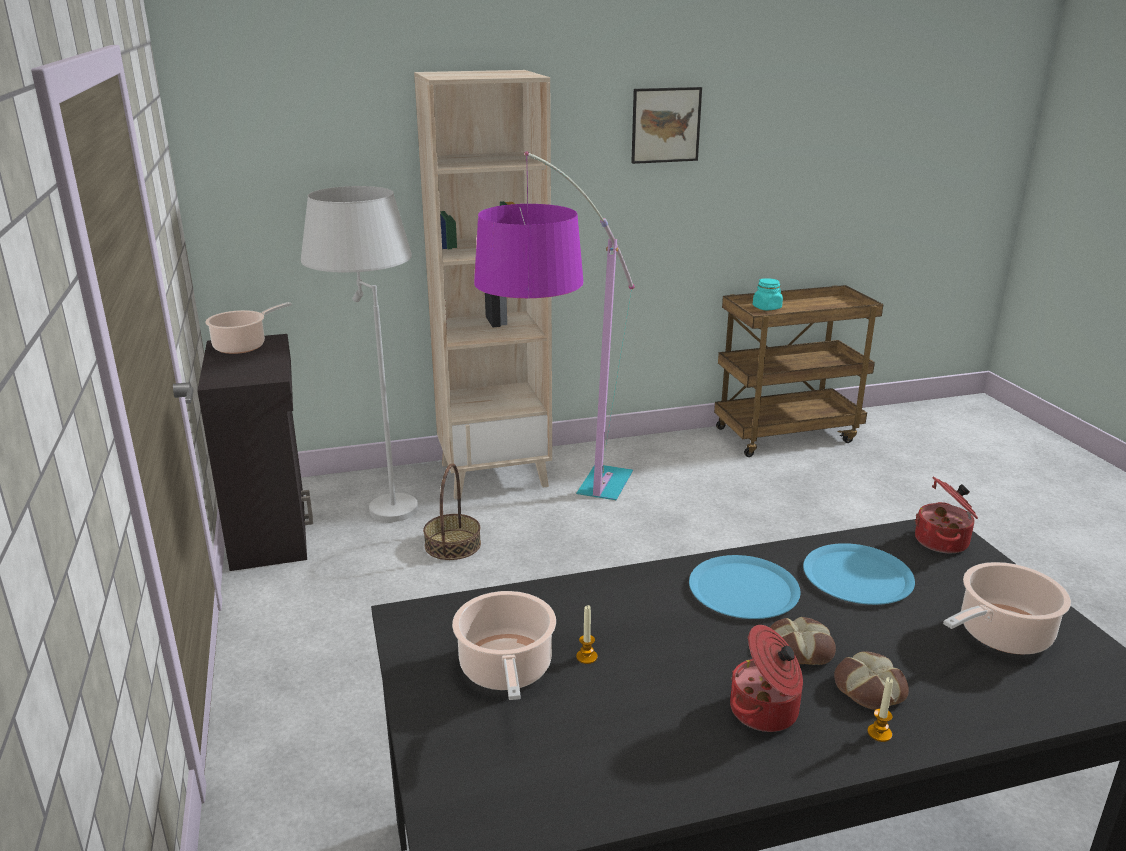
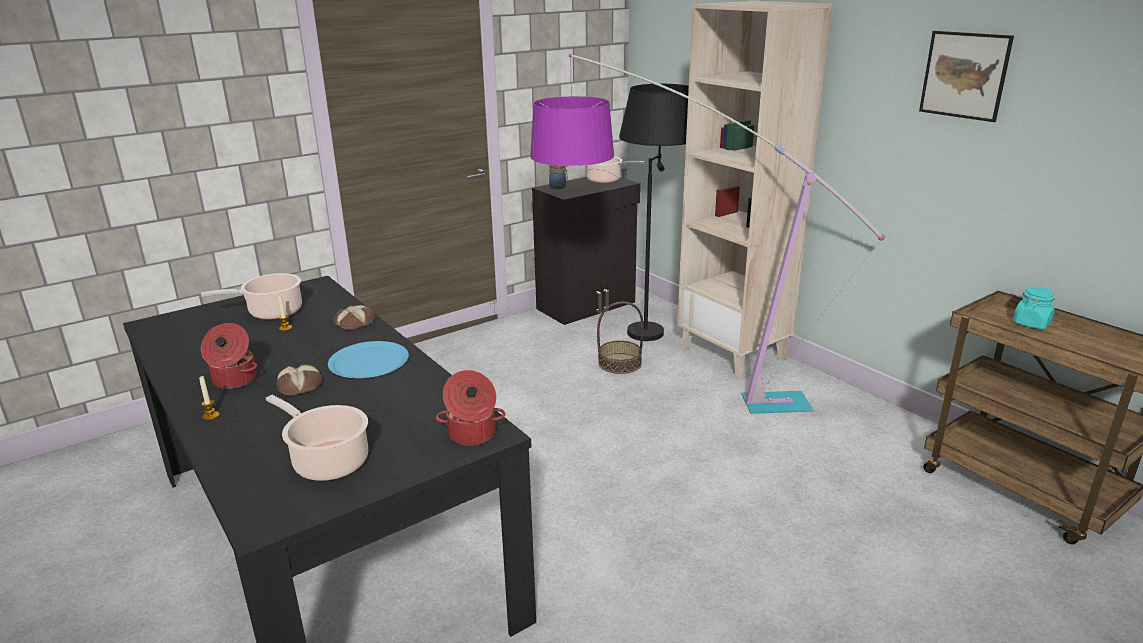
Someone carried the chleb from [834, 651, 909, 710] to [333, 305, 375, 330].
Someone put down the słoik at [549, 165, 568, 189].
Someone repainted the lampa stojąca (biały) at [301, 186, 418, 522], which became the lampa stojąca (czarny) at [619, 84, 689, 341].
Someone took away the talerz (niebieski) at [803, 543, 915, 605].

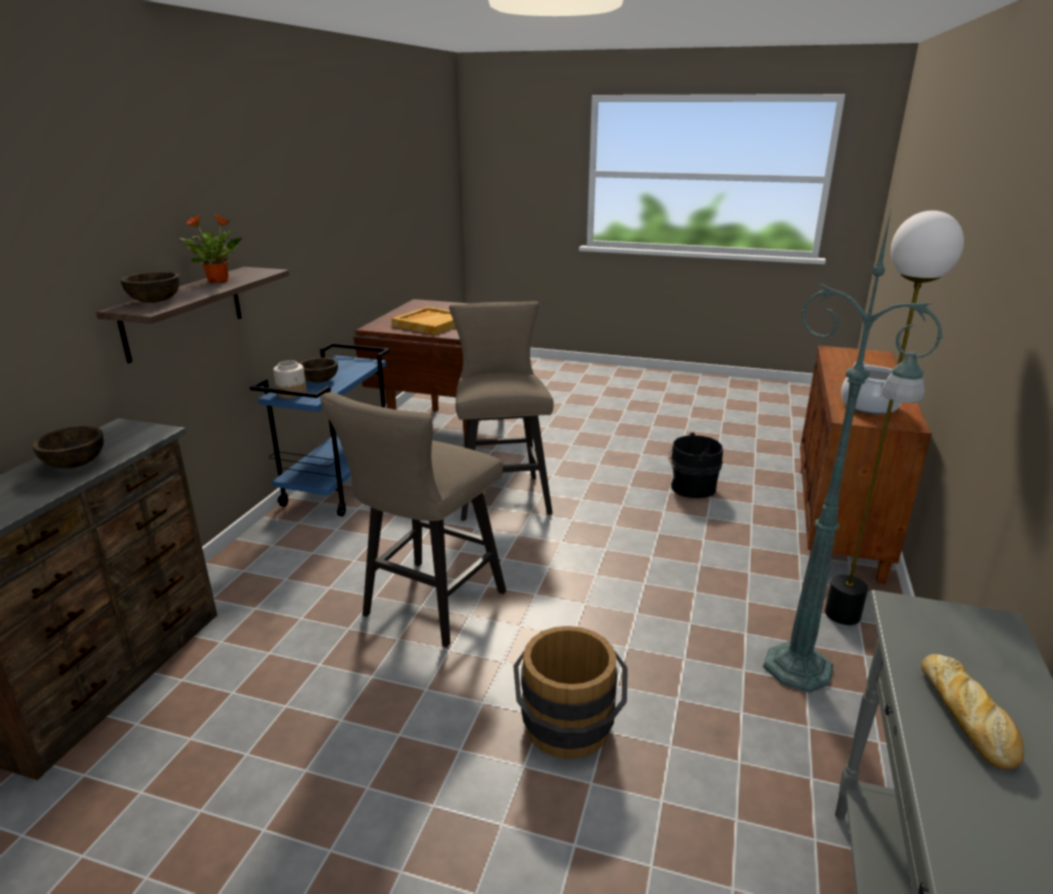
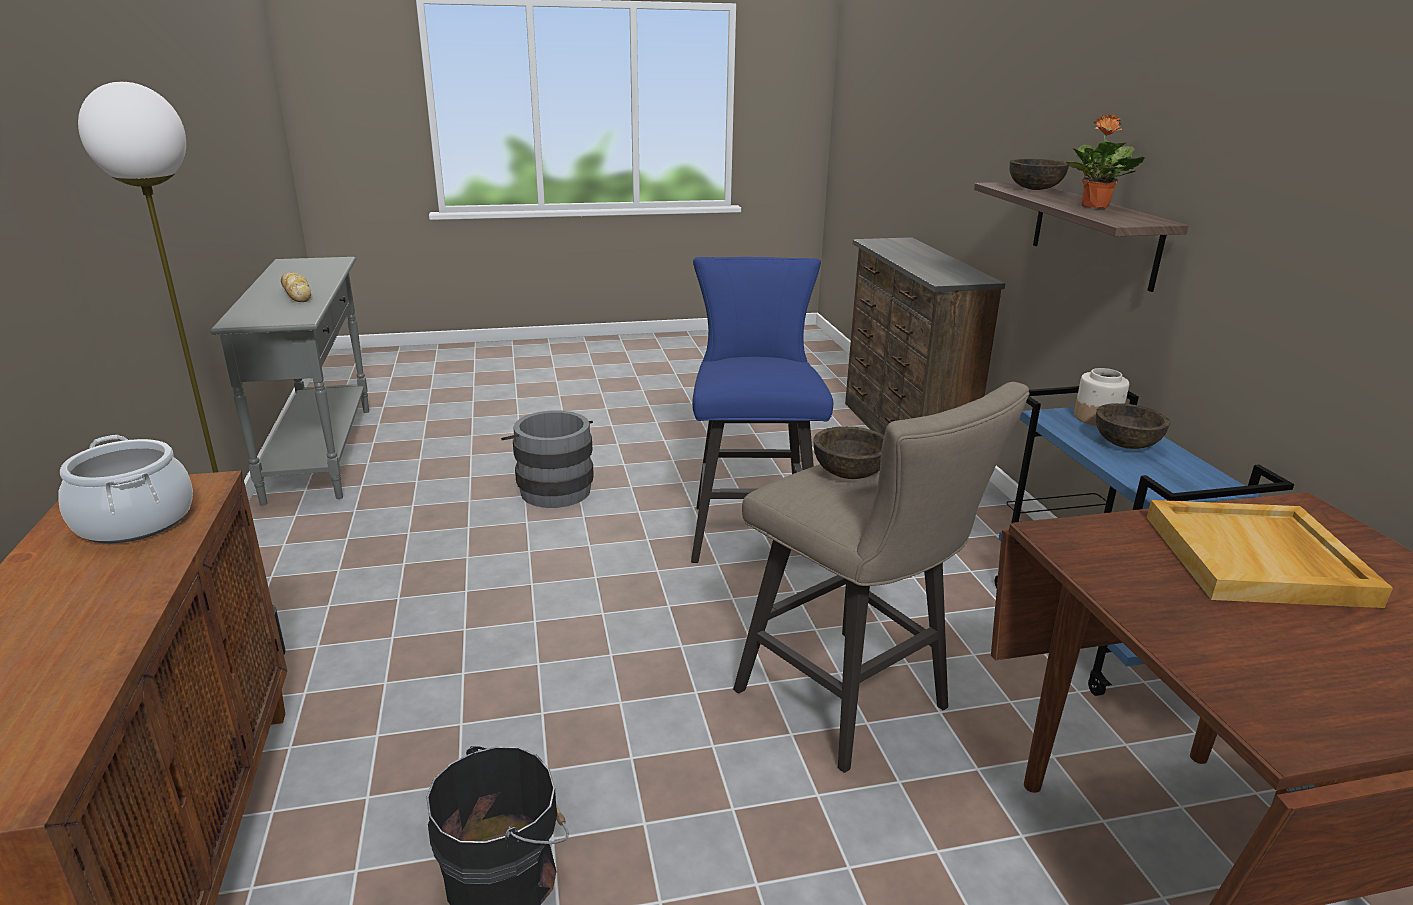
Someone repainted the wiadro (brązowy) at [513, 626, 628, 759], which became the wiadro (szary) at [501, 411, 594, 508].
Someone repainted the stołek (beżowy) at [320, 392, 506, 647], which became the stołek (niebieski) at [691, 257, 833, 563].
Someone carried the miska (brązowy) from [32, 426, 104, 468] to [814, 426, 884, 479].
Someone took away the lampa stojąca (zielony) at [763, 211, 943, 693].

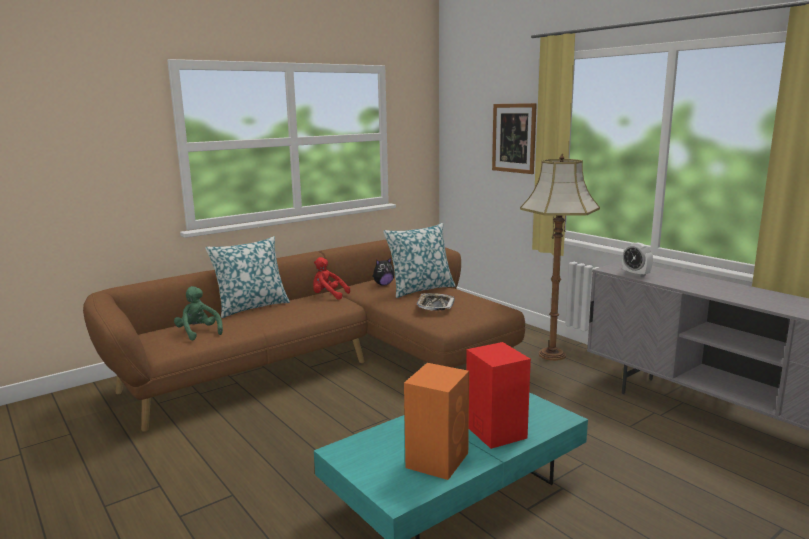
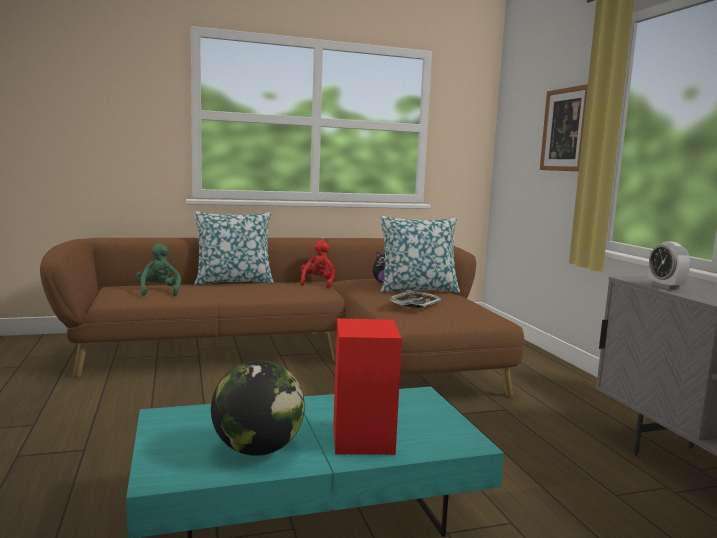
Someone swapped the głośnik (pomarańczowy) at [404, 363, 469, 480] for the globus at [211, 361, 305, 456].
Someone rotated the pluszak (czerwony) at [313, 257, 350, 300] by 60 degrees clockwise.
Someone took away the lampa stojąca at [520, 154, 600, 361].

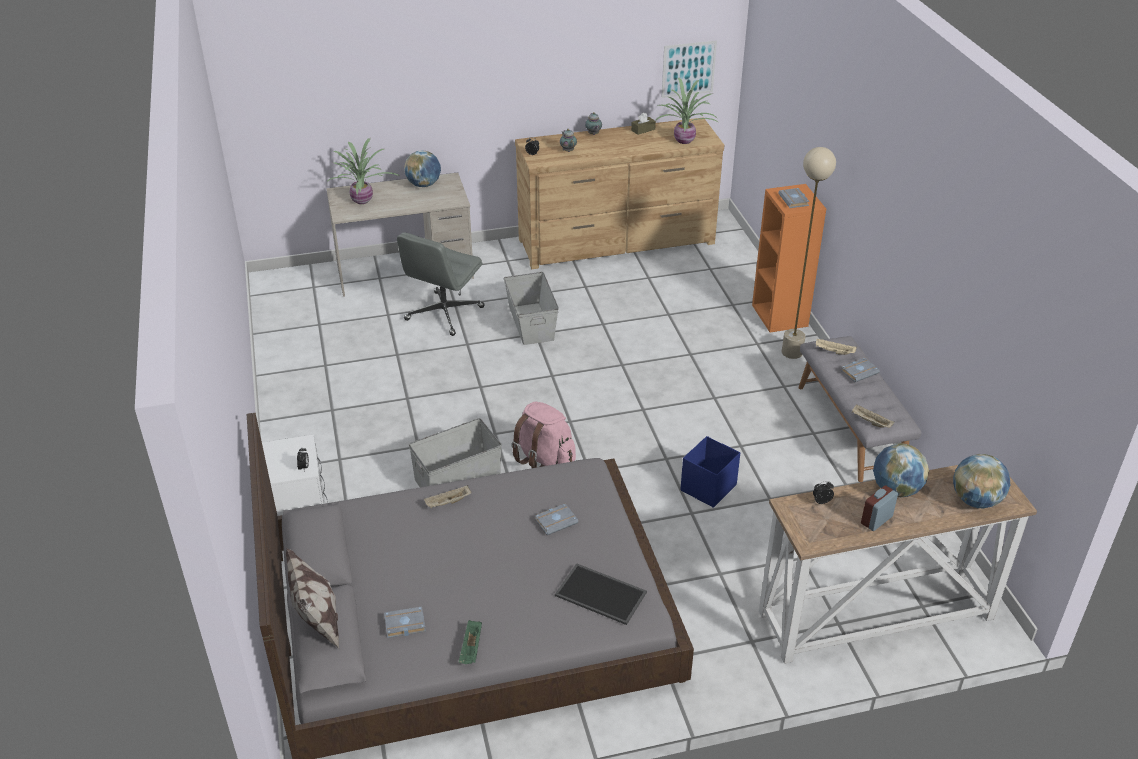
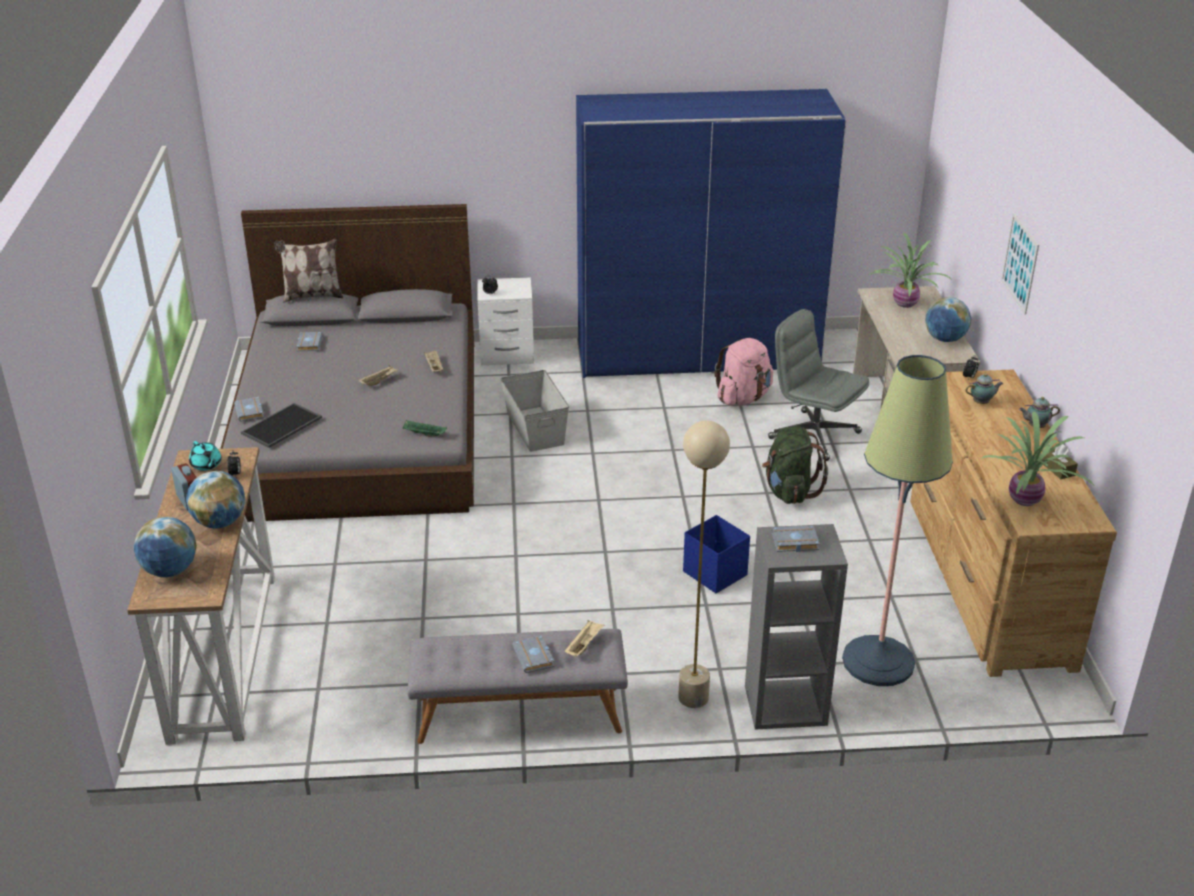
Someone put down the imbryk (turkusowy) at [189, 441, 221, 471].
Someone carried the książka (szary) from [535, 504, 578, 535] to [234, 397, 264, 422].
Someone carried the taca (beżowy) from [852, 404, 895, 428] to [358, 365, 399, 386].
Someone carried the taca (zielony) from [459, 620, 482, 664] to [402, 420, 447, 437].
Someone put down the szafa (niebieski) at [576, 89, 846, 378].
Someone carried the pojemnik do przechowywania (niebieski) from [681, 436, 740, 508] to [683, 515, 750, 593].
Someone carried the plecak (różowy) from [511, 401, 576, 468] to [714, 338, 773, 405].
Someone repainted the regał (pomarańczowy) at [752, 184, 826, 333], which became the regał (szary) at [745, 524, 848, 730].
Someone swapped the pojemnik do przechowywania (szary) at [504, 272, 559, 345] for the plecak (zielony) at [762, 426, 828, 504].
Someone put down the lampa stojąca at [842, 355, 953, 686].
Someone carried the obraz from [661, 41, 717, 98] to [1001, 213, 1039, 315].

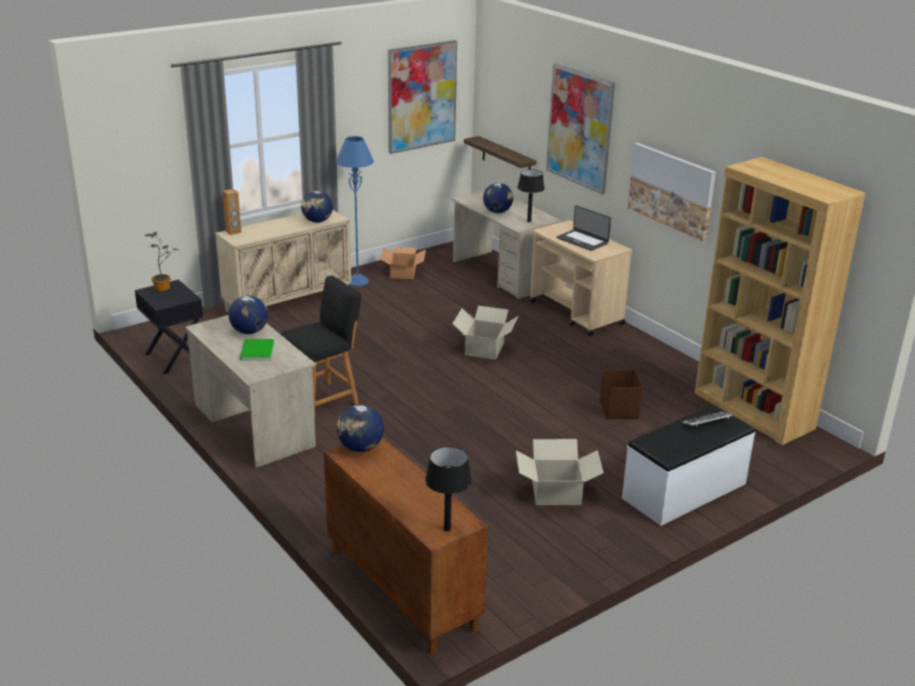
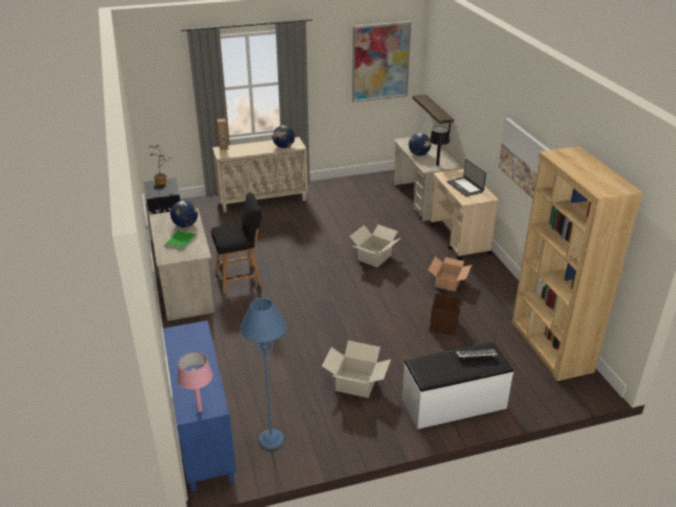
Someone repainted the szafka (brązowy) at [324, 437, 488, 654], which became the szafka (niebieski) at [163, 320, 236, 491].
Someone repainted the lampa stołowa (czarny) at [425, 446, 472, 531], which became the lampa stołowa (różowy) at [177, 352, 213, 412].
Someone carried the lampa stojąca (niebieski) from [336, 136, 374, 286] to [240, 298, 286, 450].
Someone carried the karton from [380, 247, 426, 279] to [428, 257, 472, 291].
Someone took away the globus at [337, 405, 384, 452].
Someone took away the obraz at [546, 64, 615, 195].

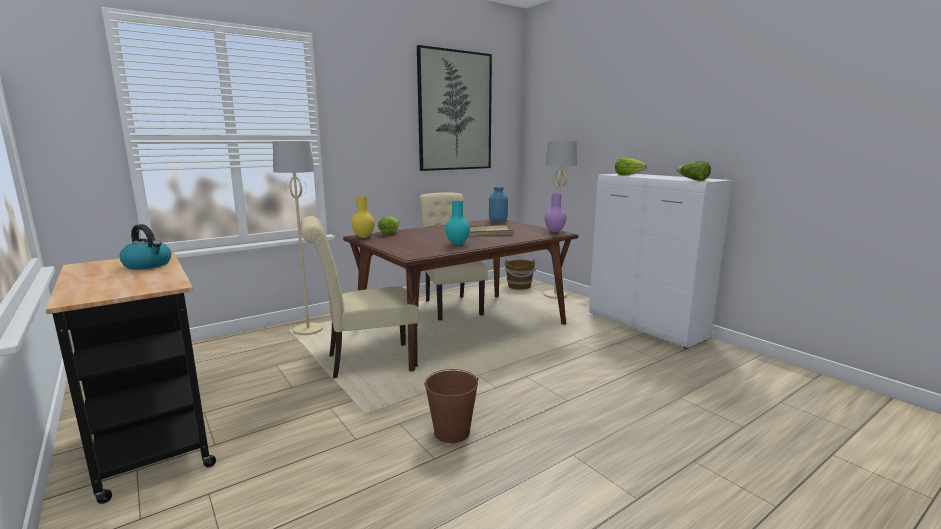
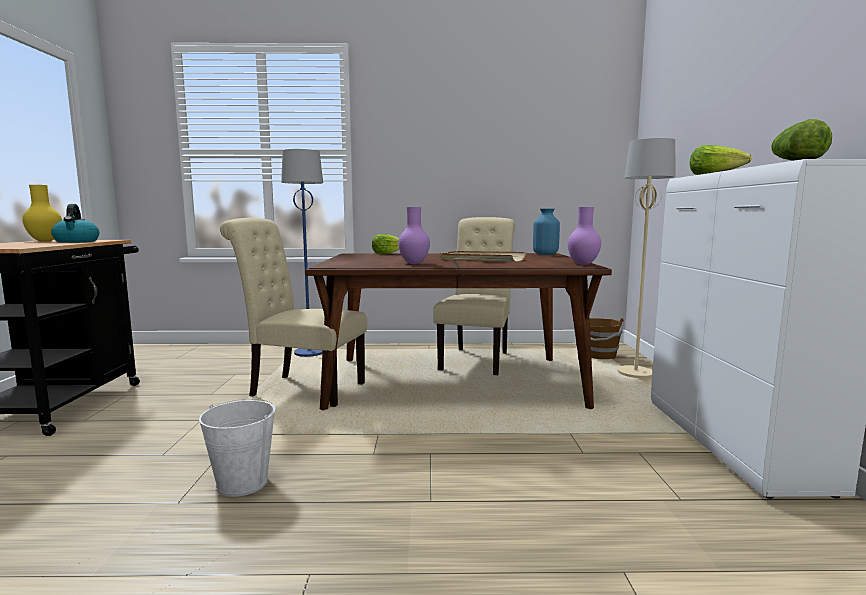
Someone carried the wazon (żółty) from [351, 197, 375, 238] to [22, 185, 62, 241].
Someone repainted the wiadro (brązowy) at [424, 369, 478, 443], which became the wiadro (biały) at [199, 399, 276, 497].
Someone repainted the lampa stojąca (beżowy) at [273, 141, 323, 335], which became the lampa stojąca (niebieski) at [281, 149, 323, 357].
Someone repainted the wazon (turkusowy) at [445, 201, 470, 245], which became the wazon (fioletowy) at [398, 207, 430, 264].
Someone took away the obraz at [417, 45, 492, 171].

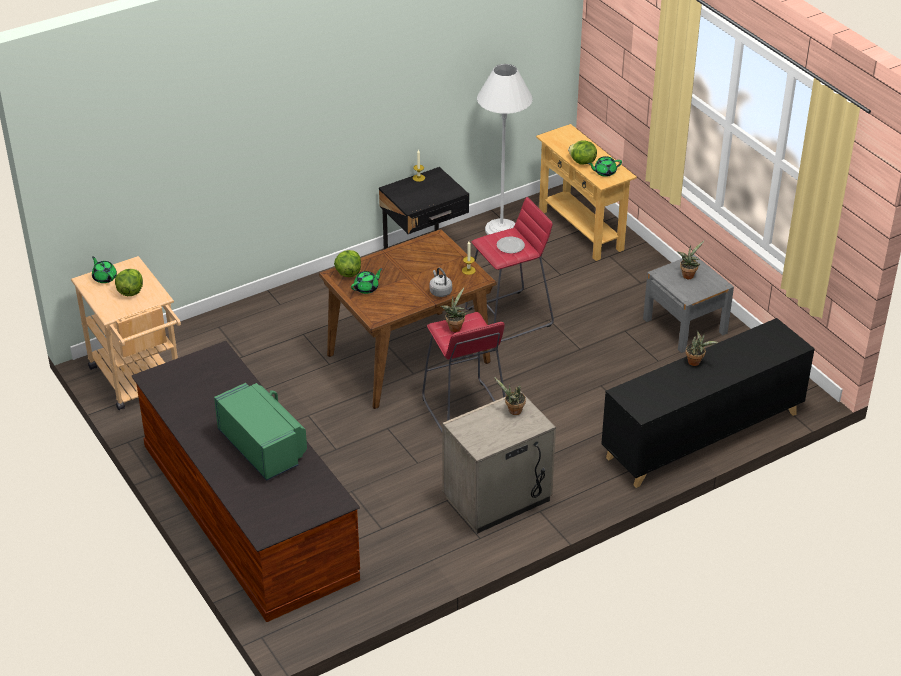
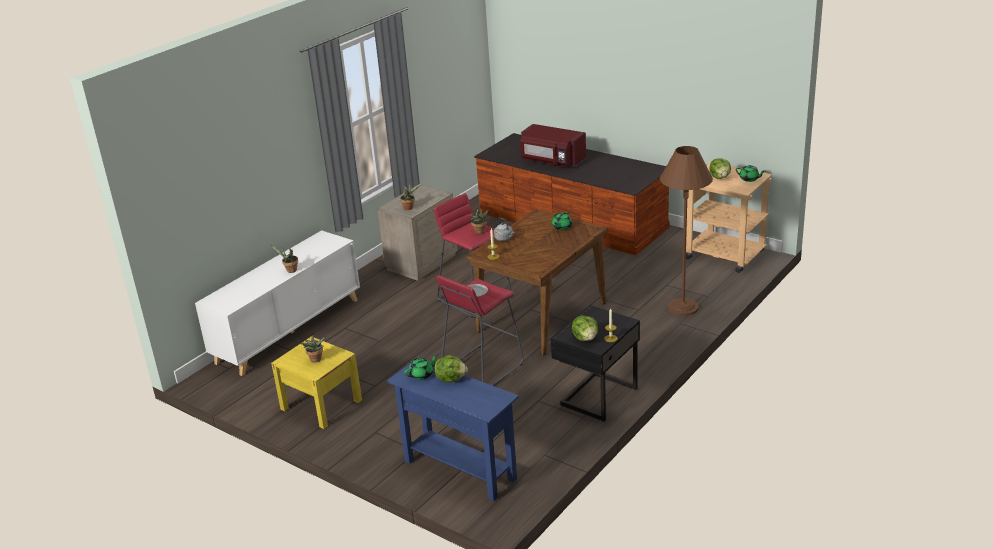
Someone repainted the szafka (czarny) at [601, 318, 814, 488], which became the szafka (biały) at [195, 230, 360, 376].
Someone repainted the szafka nocna (szary) at [643, 254, 734, 353], which became the szafka nocna (żółty) at [271, 336, 362, 429].
Someone repainted the stolik konsolowy (beżowy) at [536, 124, 637, 261], which became the stolik konsolowy (niebieski) at [387, 357, 519, 501].
Someone repainted the mikrofalówka (zielony) at [214, 383, 307, 481], which became the mikrofalówka (czerwony) at [520, 124, 586, 167].
Someone carried the sałata from [334, 250, 361, 277] to [572, 315, 598, 341].
Someone put down the lampa stojąca (brązowy) at [660, 146, 713, 316].
Someone took away the lampa stojąca (biały) at [477, 64, 533, 235].

